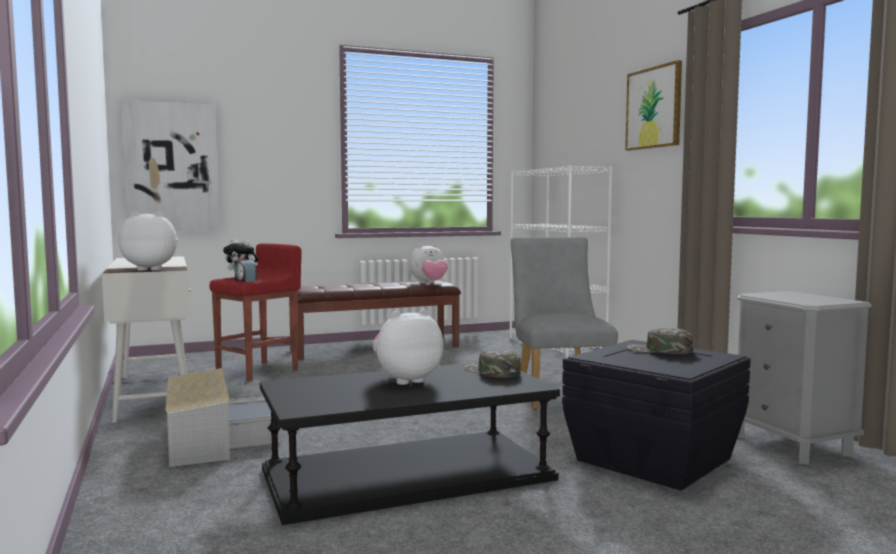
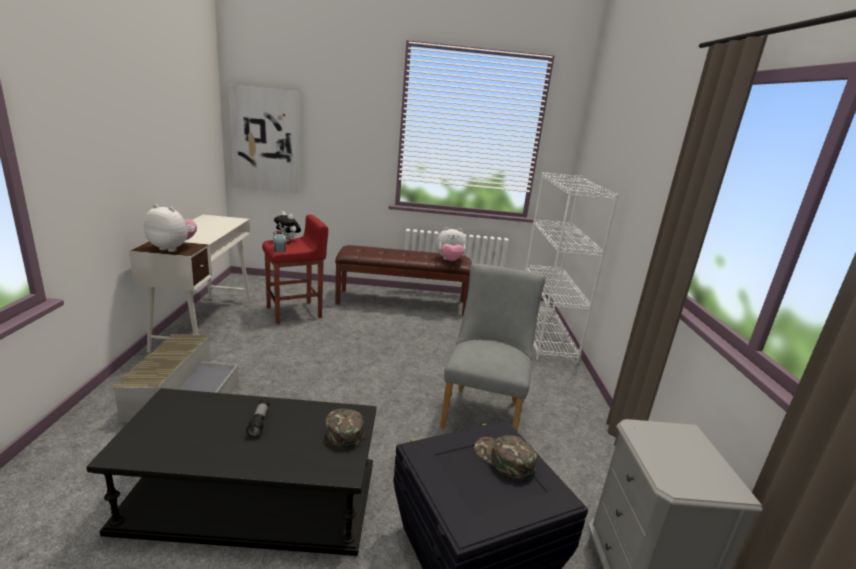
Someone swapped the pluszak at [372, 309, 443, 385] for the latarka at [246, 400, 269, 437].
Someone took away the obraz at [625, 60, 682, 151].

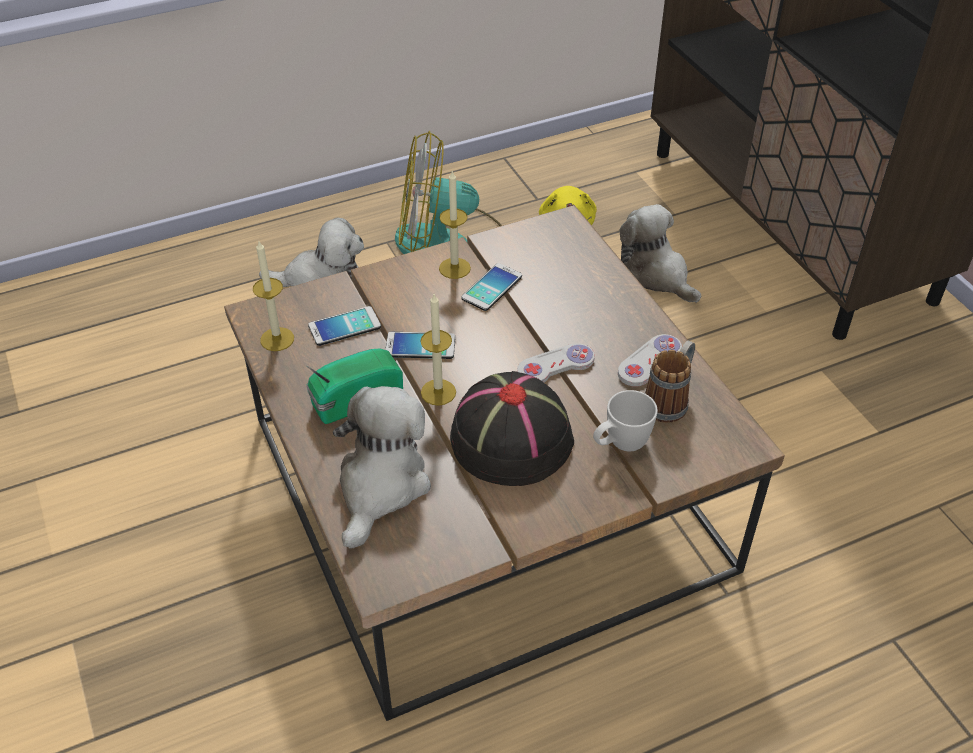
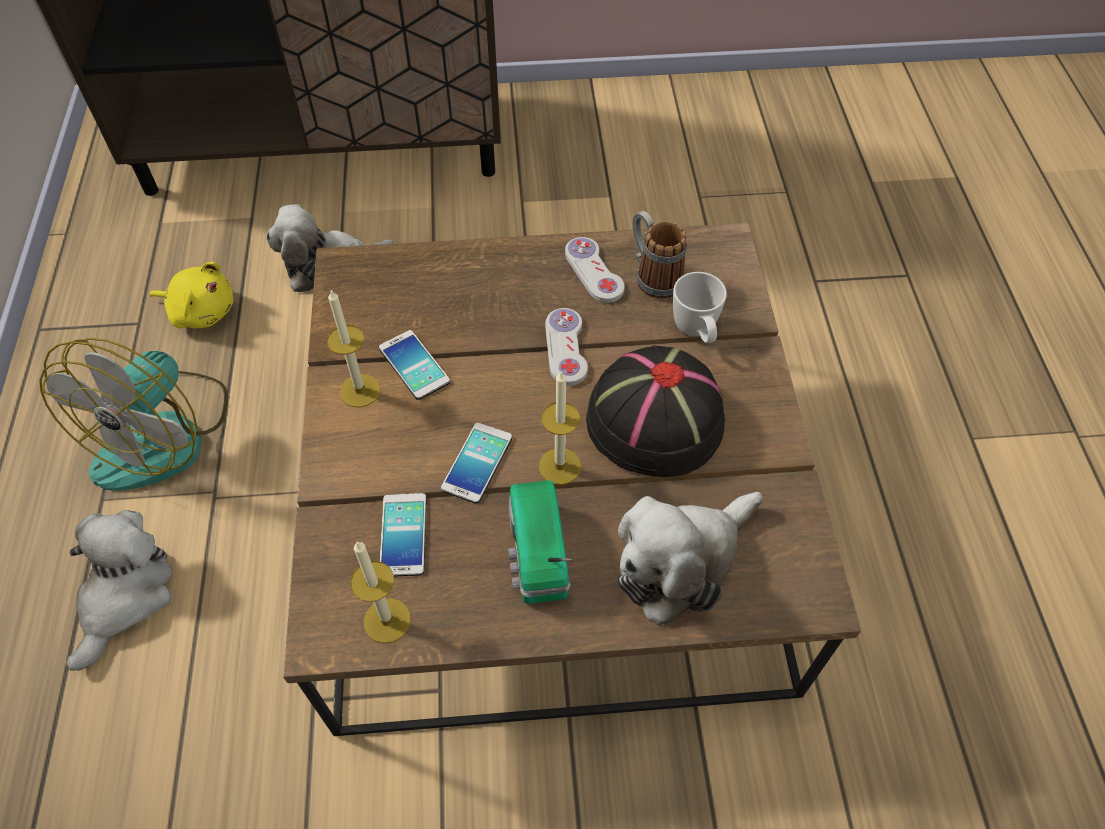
Someone rotated the pluszak at [333, 386, 431, 549] by 75 degrees counterclockwise.

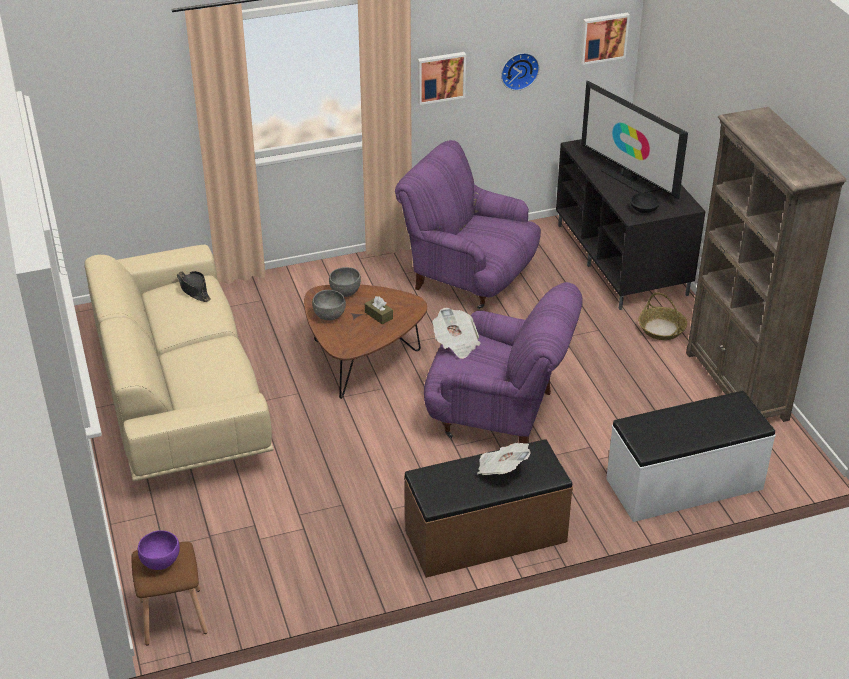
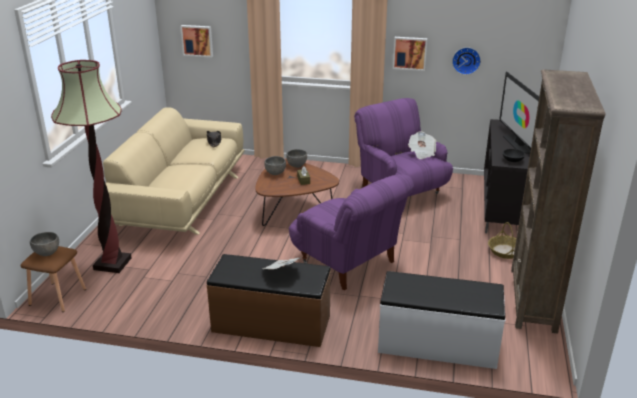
Someone repainted the miska (fioletowy) at [138, 530, 180, 570], which became the miska (szary) at [30, 232, 59, 256].
Someone put down the lampa stojąca at [51, 60, 132, 273].
Someone carried the obraz from [580, 13, 630, 65] to [180, 25, 213, 57].
Someone carried the gazeta from [432, 307, 481, 359] to [408, 131, 436, 159].

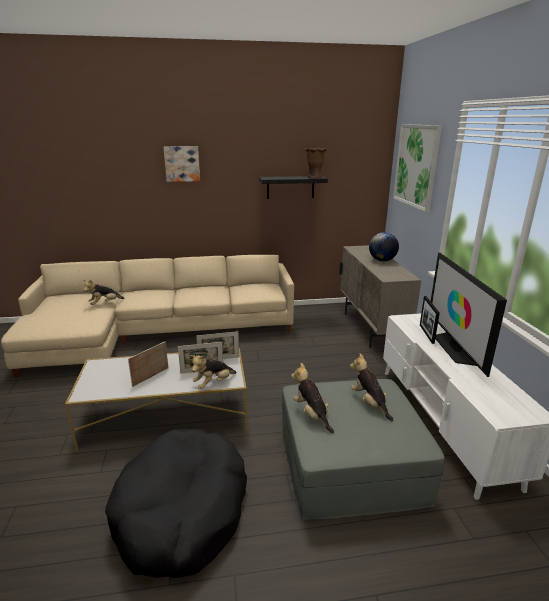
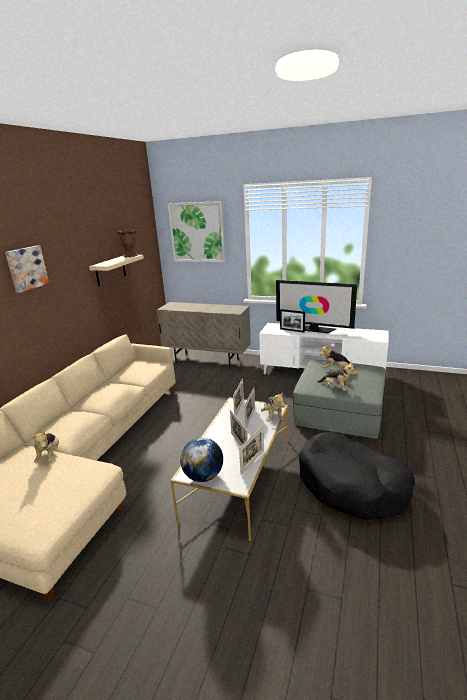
Someone repainted the półka (czarny) at [259, 176, 328, 199], which became the półka (beżowy) at [89, 255, 144, 286].
Someone carried the globus from [369, 232, 399, 261] to [180, 437, 223, 482].
Someone put down the ramka na zdjęcie at [239, 426, 264, 475].
Someone rotated the pluszak at [291, 363, 334, 433] by 135 degrees counterclockwise.

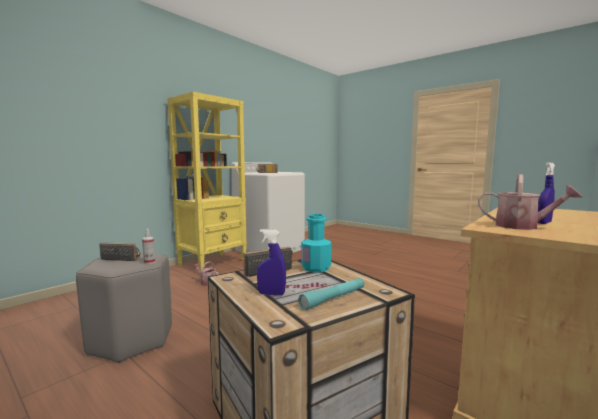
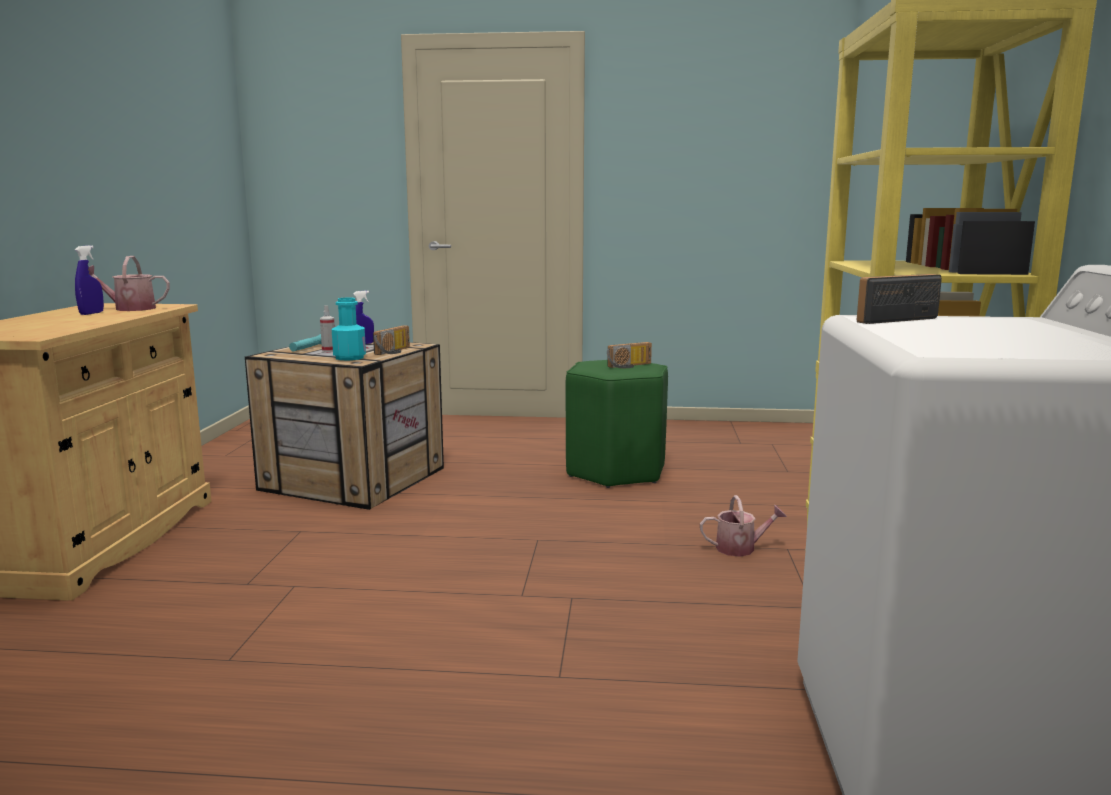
Someone carried the spryskiwacz from [142, 229, 155, 264] to [320, 305, 335, 352].
Someone repainted the stołek (szary) at [76, 252, 172, 363], which became the stołek (zielony) at [566, 360, 668, 488].

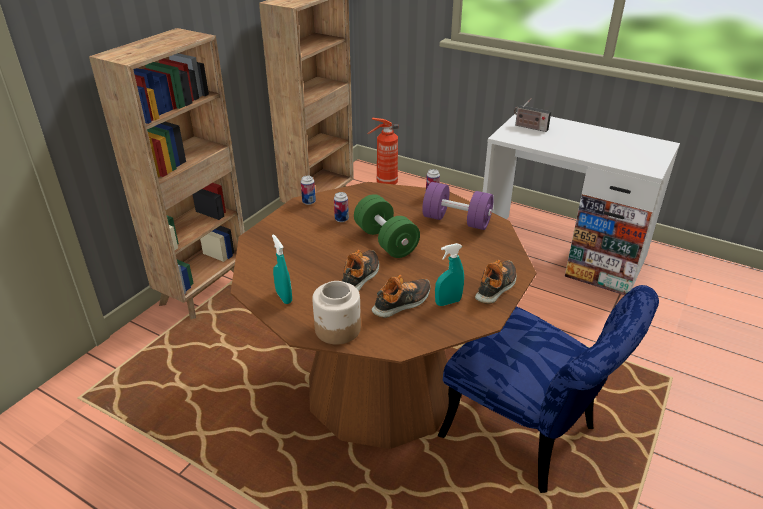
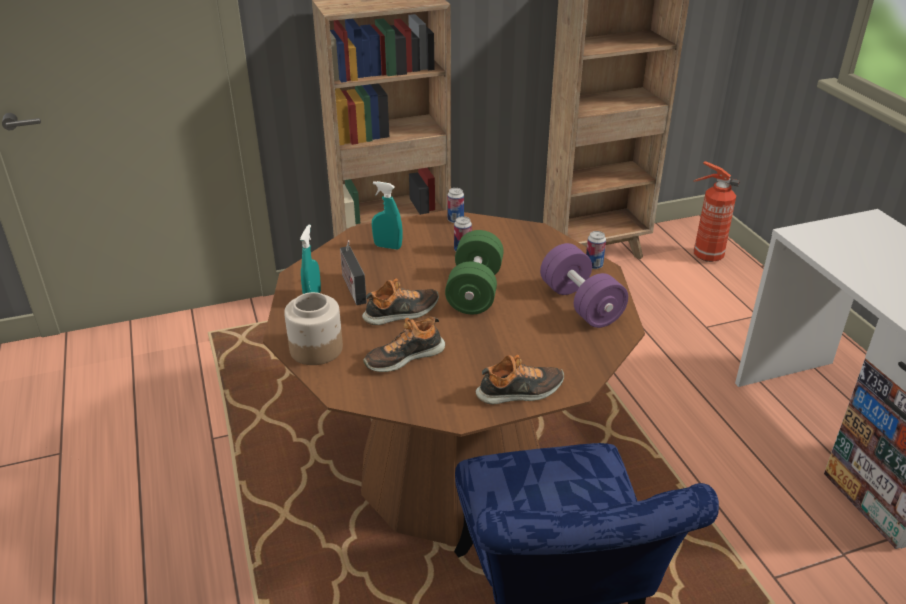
Someone carried the radio from [514, 98, 551, 132] to [340, 240, 367, 305].
Someone rotated the but at [371, 275, 430, 318] by 150 degrees clockwise.
Someone carried the spryskiwacz (turkusowy) from [435, 243, 464, 306] to [372, 181, 402, 250].

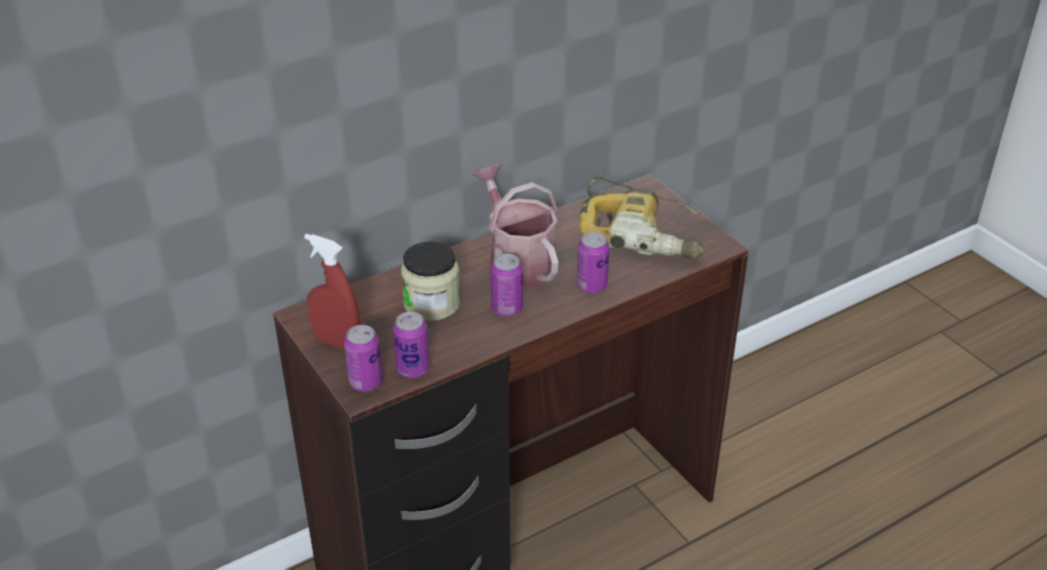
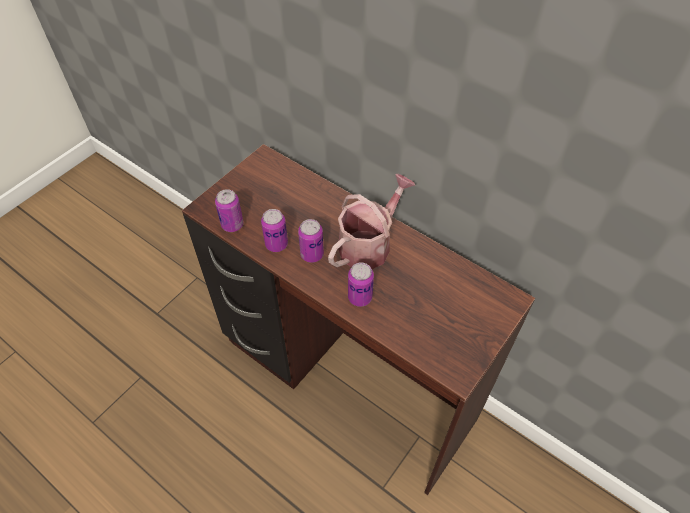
Someone carried the puszka from [344, 325, 383, 391] to [261, 209, 288, 252].
Someone took away the spryskiwacz (czerwony) at [304, 234, 360, 349].
Someone took away the słoik at [401, 241, 460, 321].
Someone took away the wiertarka at [579, 177, 706, 259].

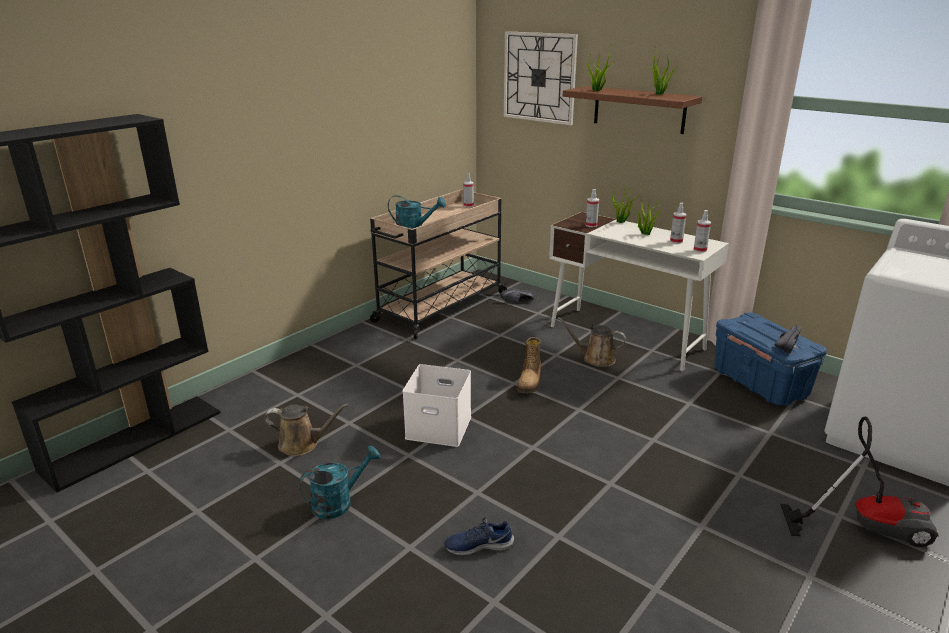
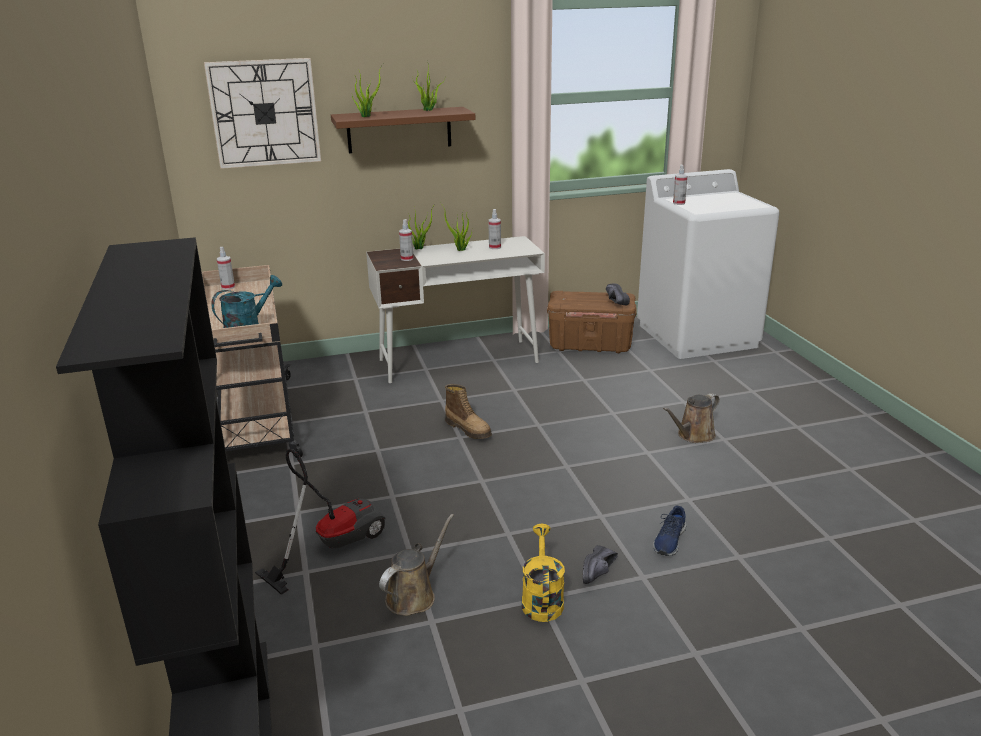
Someone carried the odkurzacz from [780, 416, 939, 547] to [255, 449, 386, 595].
Someone repainted the konewka (turkusowy) at [298, 446, 381, 519], which became the konewka (żółty) at [522, 524, 565, 622].
Someone repainted the pojemnik do przechowywania (niebieski) at [714, 313, 827, 405], which became the pojemnik do przechowywania (brązowy) at [547, 291, 637, 353].
Someone carried the but (czarny) from [500, 288, 534, 302] to [583, 545, 618, 584].
Someone carried the konewka (brązowy) from [557, 317, 626, 367] to [663, 393, 720, 443].
Someone carried the spryskiwacz from [694, 210, 711, 253] to [673, 165, 687, 205].
Someone took away the pojemnik do przechowywania (biały) at [402, 364, 471, 447].

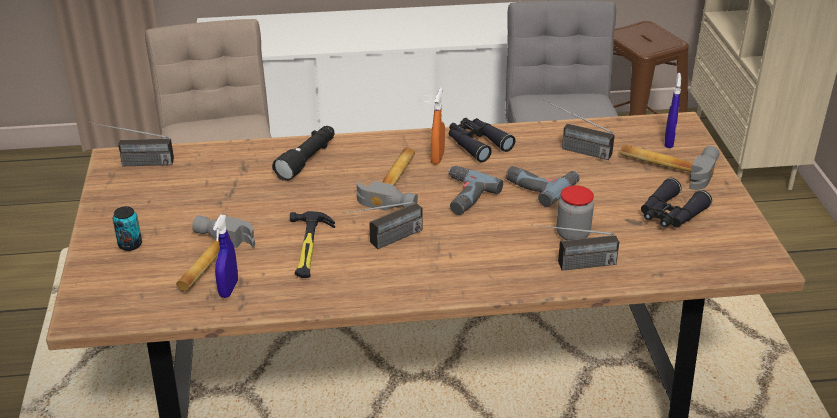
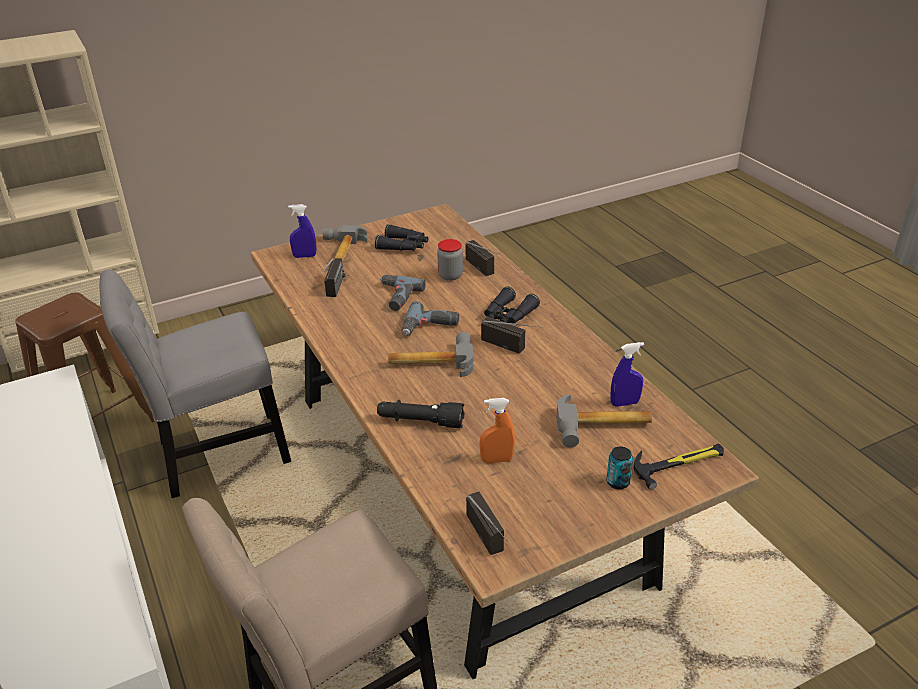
Someone carried the spryskiwacz (pomarańczowy) from [431, 88, 445, 165] to [479, 398, 515, 463].
Someone carried the lornetka (czarny) from [449, 118, 515, 162] to [484, 286, 540, 324].
Someone carried the młotek from [290, 211, 335, 278] to [634, 443, 724, 489].

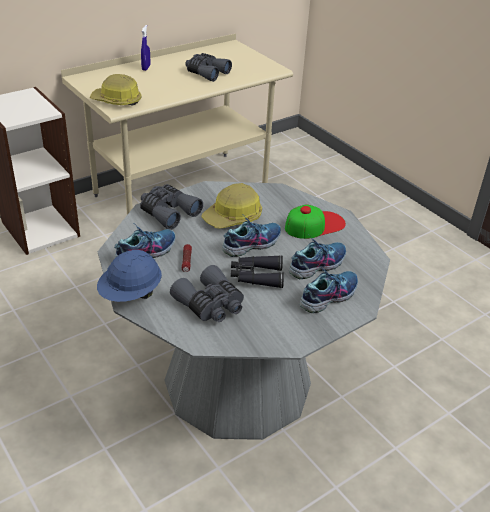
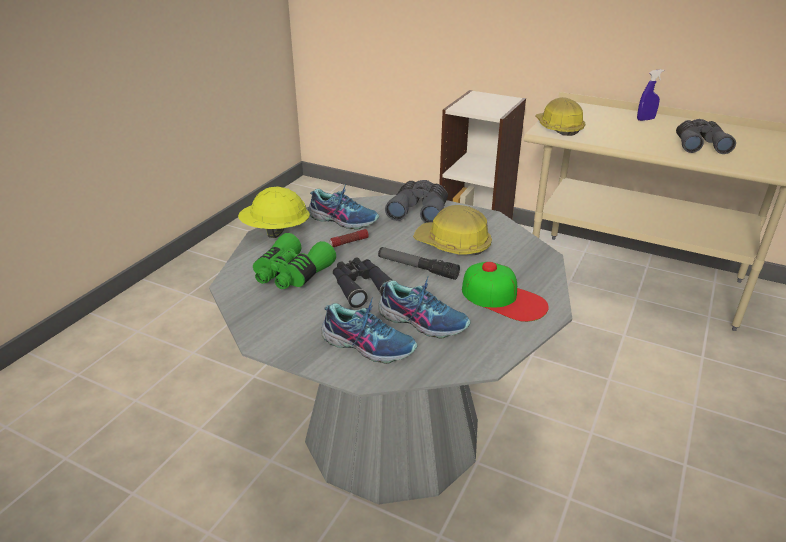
Someone repainted the kask (niebieski) at [97, 250, 162, 302], which became the kask (żółty) at [238, 187, 310, 238].
Someone repainted the lornetka (szary) at [170, 265, 244, 322], which became the lornetka (zielony) at [253, 233, 336, 289].
Someone swapped the but at [222, 214, 281, 257] for the latarka at [378, 247, 460, 280].

